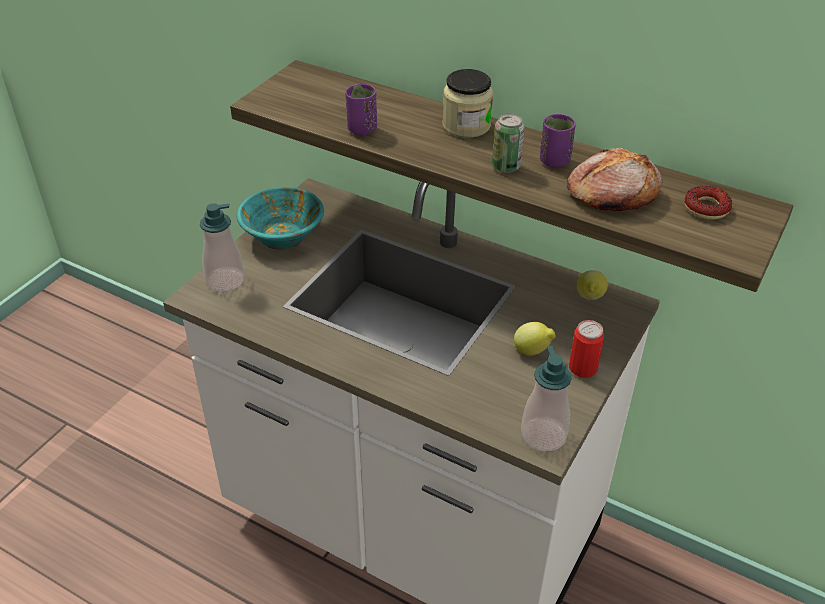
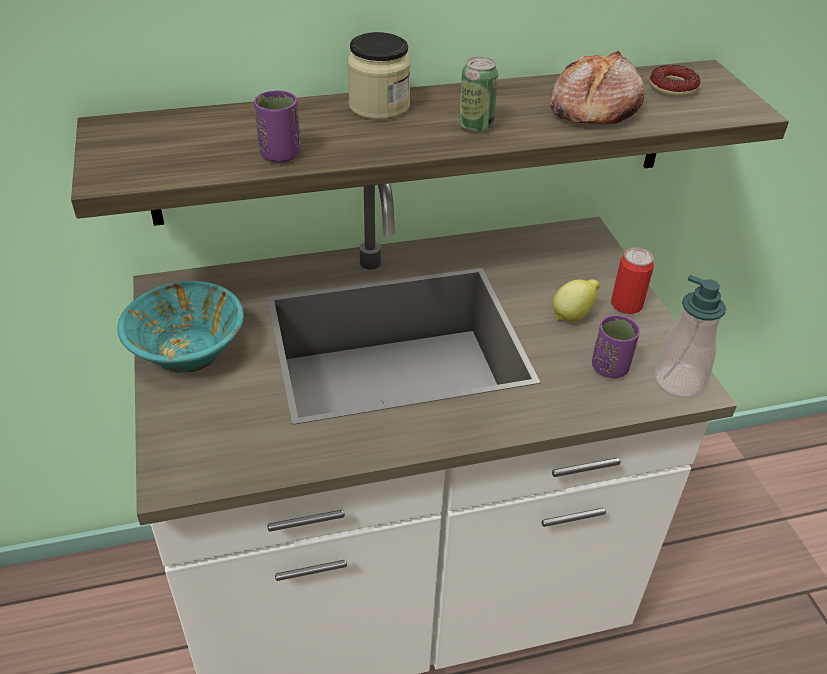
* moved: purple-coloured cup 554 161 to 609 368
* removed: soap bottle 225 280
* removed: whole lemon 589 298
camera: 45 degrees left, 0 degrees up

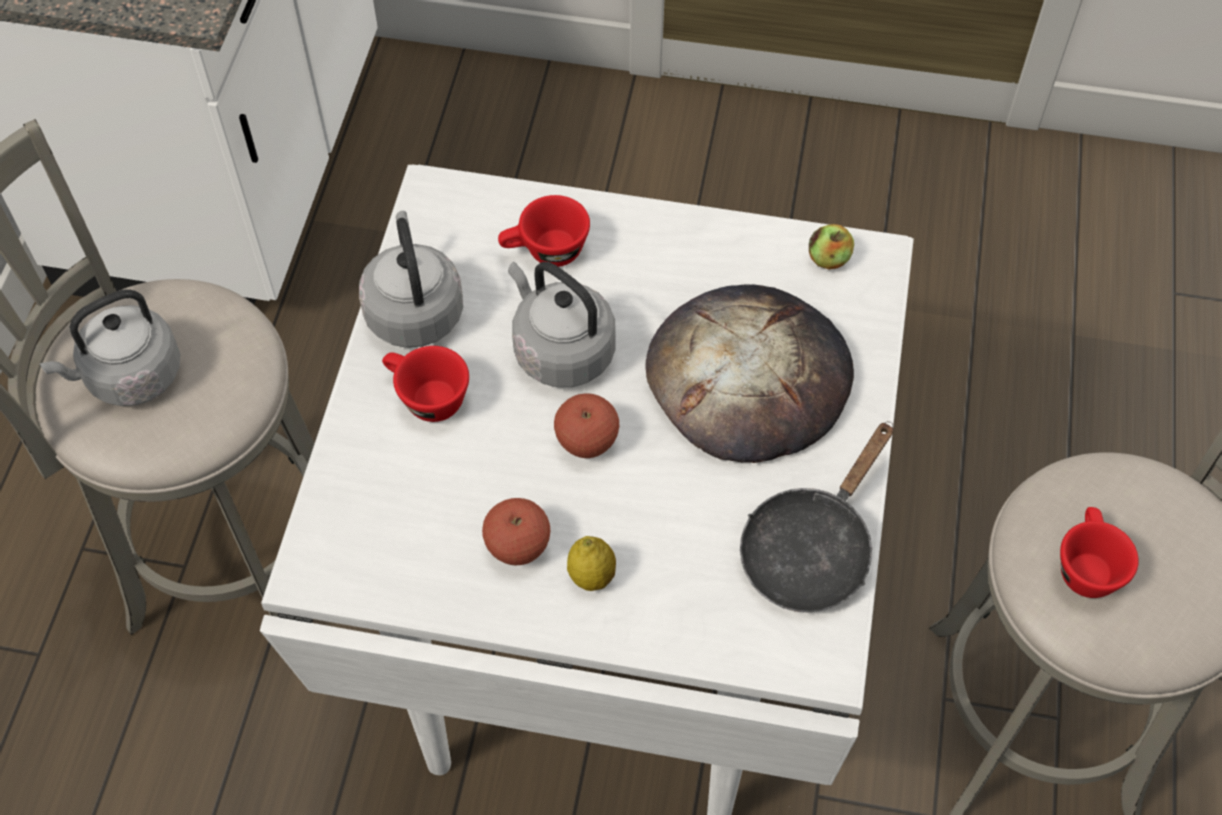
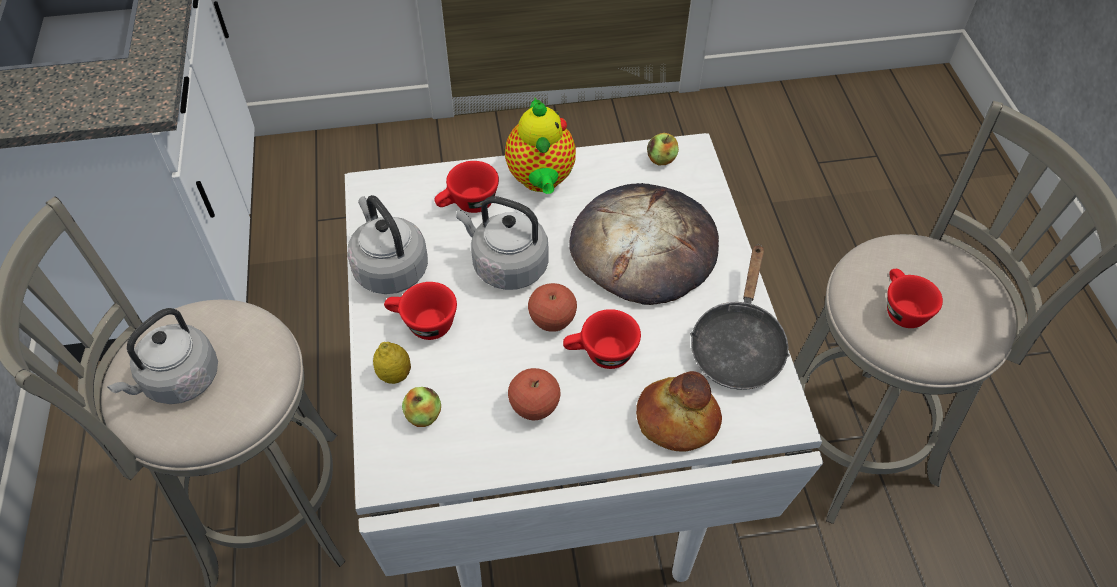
* moved: whole lemon 591 576 to 394 375
* added: apple fruit 423 415
* added: pot for tea 541 180
* added: reddish cup 600 355
* added: bakery bread 676 421
camera: 20 degrees left, 5 degrees down

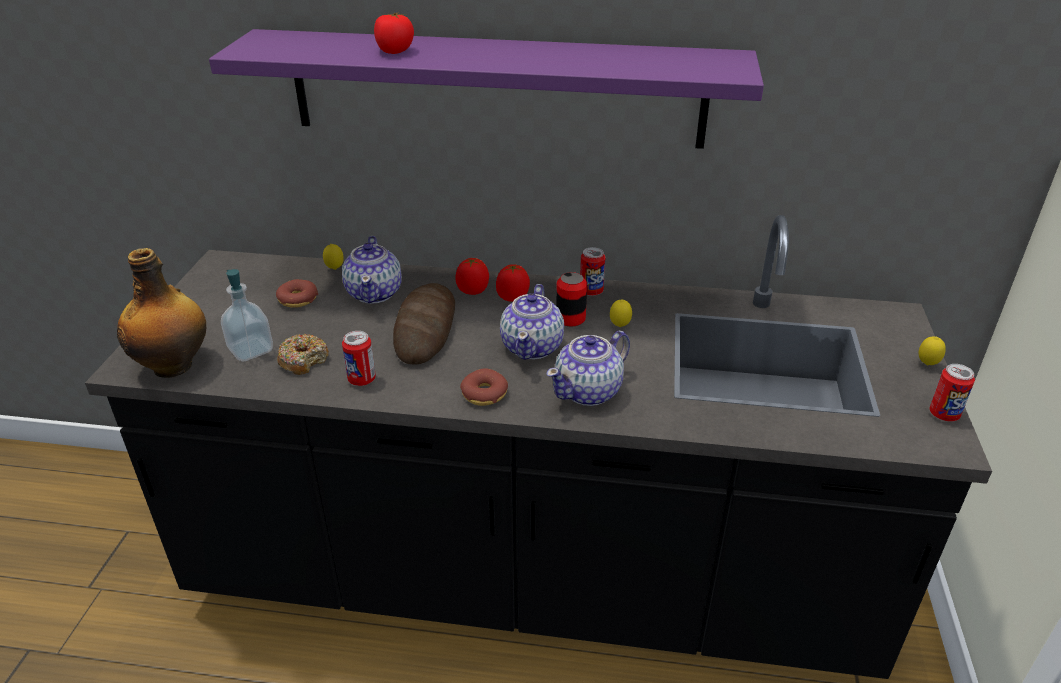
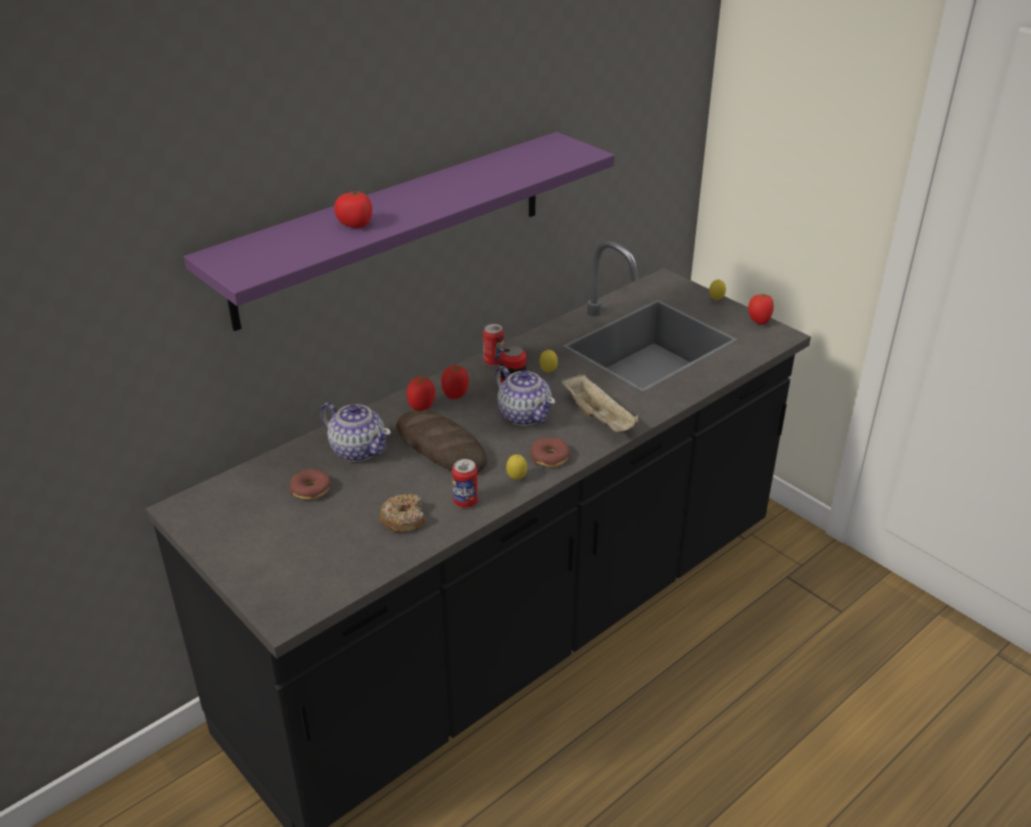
* moved: whole lemon 335 269 to 516 479
* replaced: pot for tea 589 391 to beige-coloured serving tray 599 417
* replaced: sealed can 944 414 to whole tomato 758 321
* removed: beverage bottle 174 366
* removed: soap bottle 251 350
camera: 50 degrees left, 0 degrees up

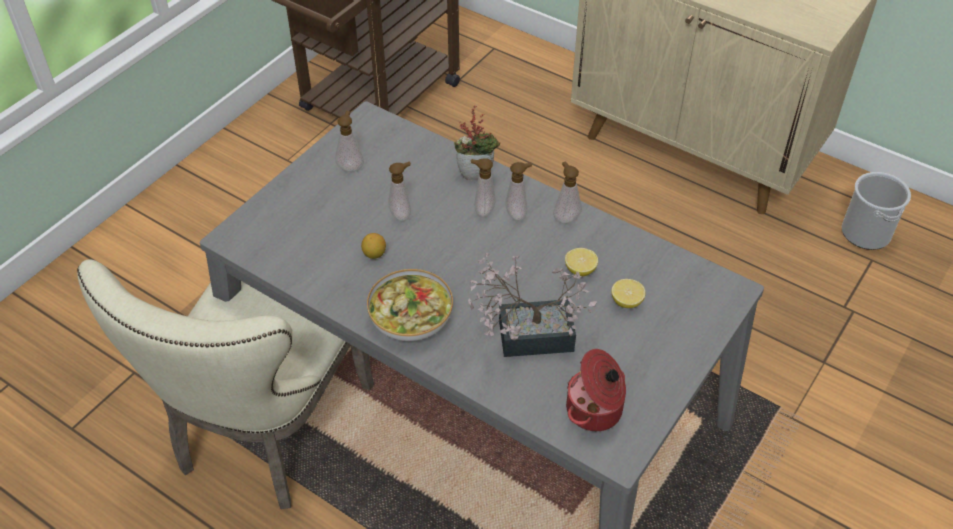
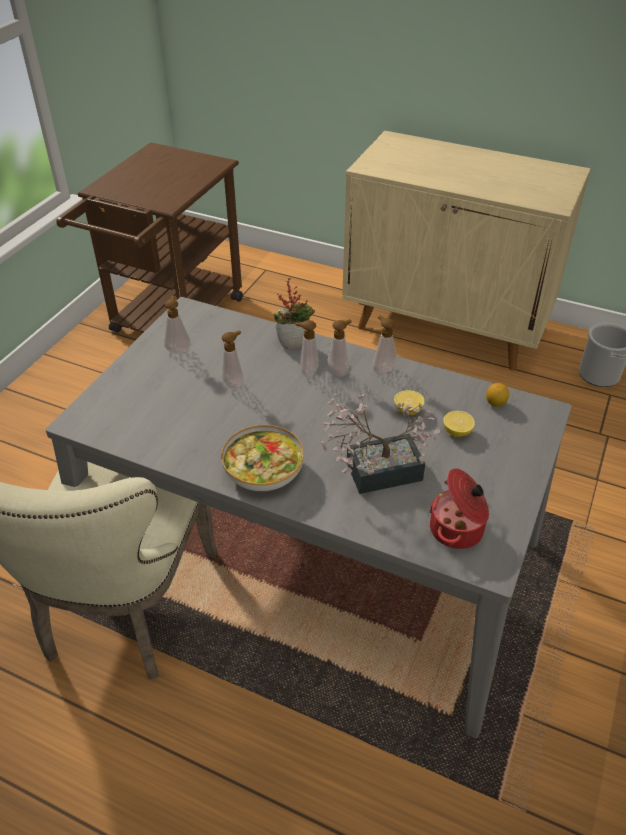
* moved: whole lemon 374 254 to 495 403
camera: 10 degrees left, 5 degrees down

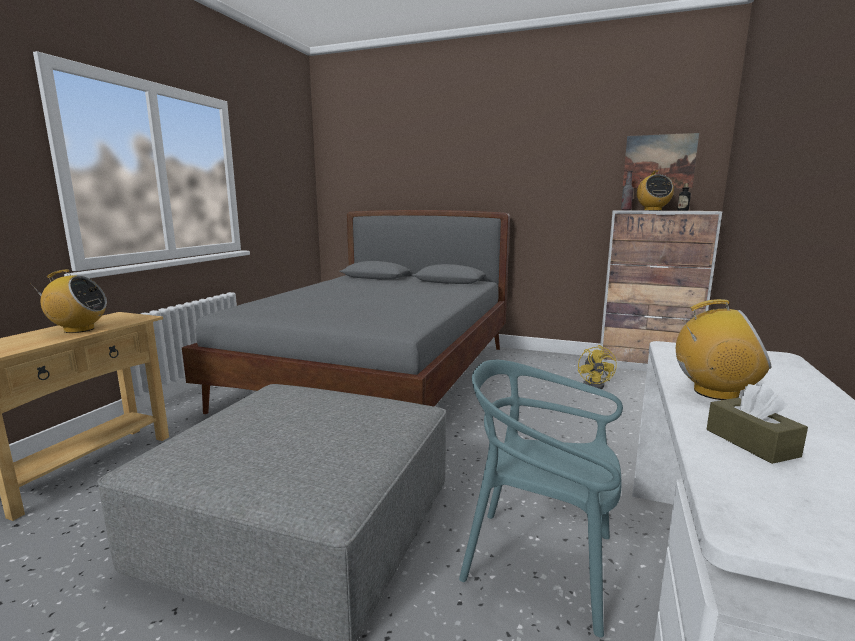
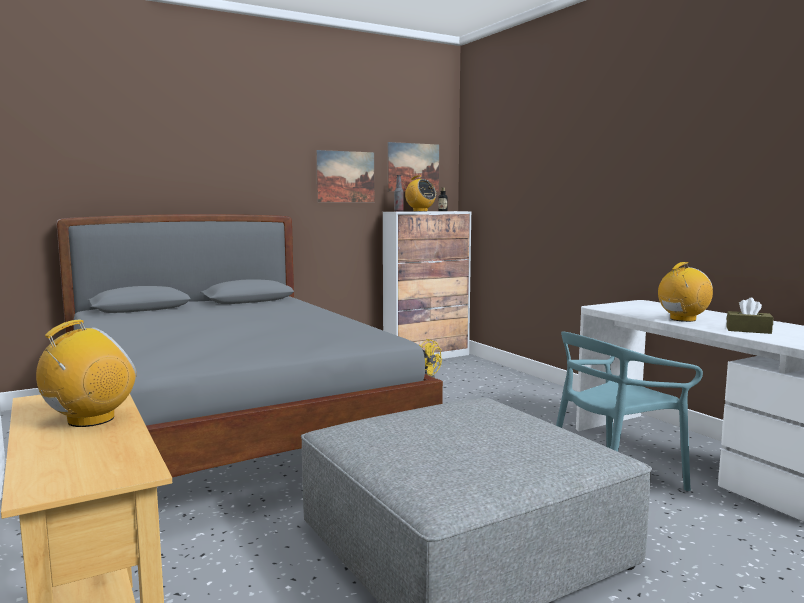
* added: wall art 345 176
camera: 50 degrees left, 5 degrees down

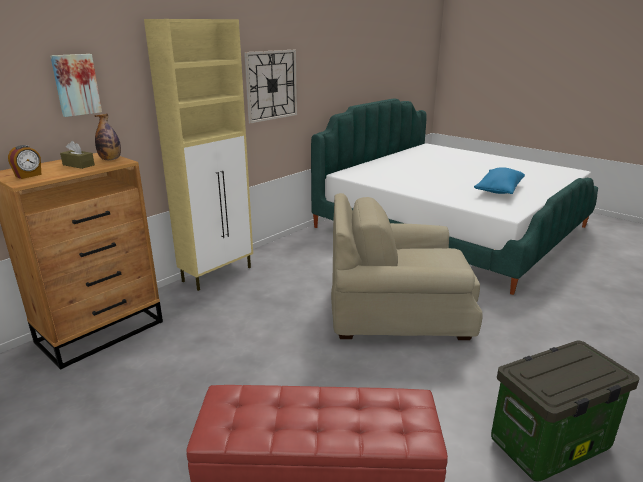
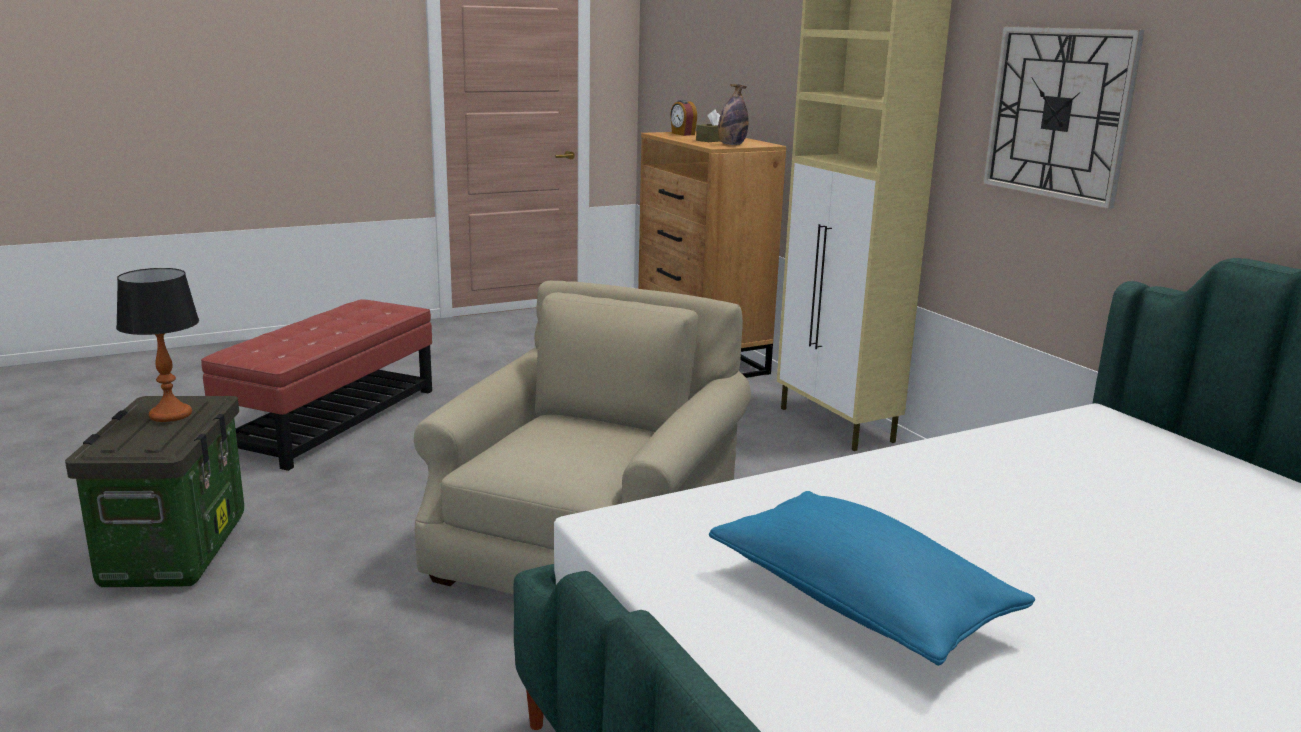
* added: lamp for a table 170 415
* removed: wall art 76 85
camera: 110 degrees right, 5 degrees down

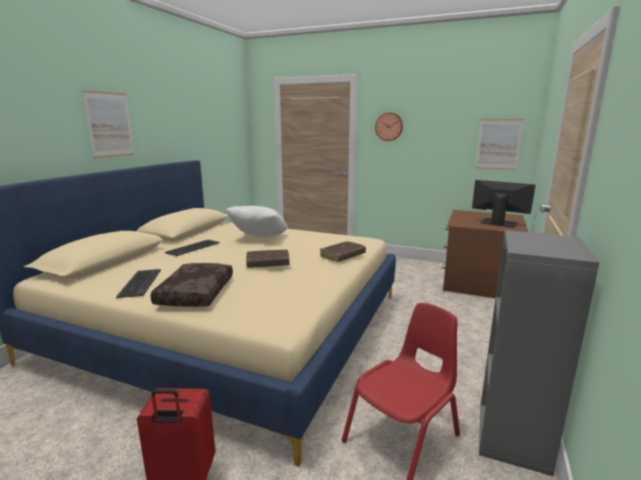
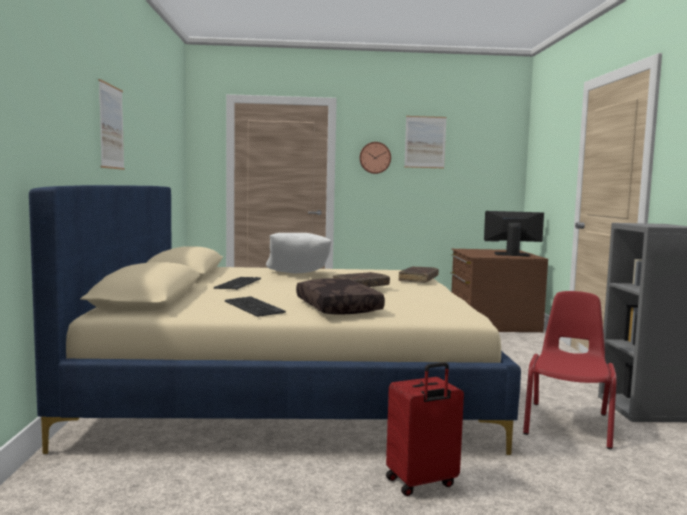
* moved: wall art 498 144 to 425 142
camera: 25 degrees left, 10 degrees down

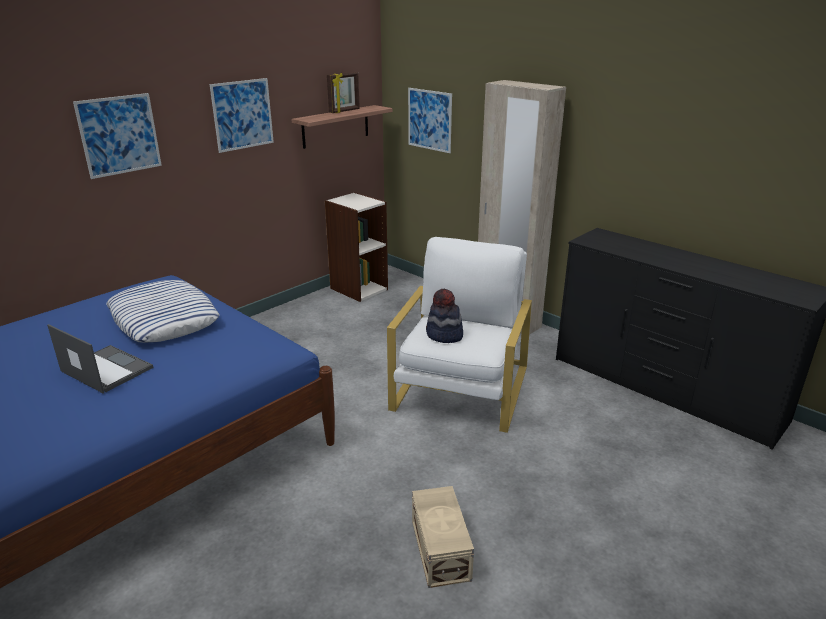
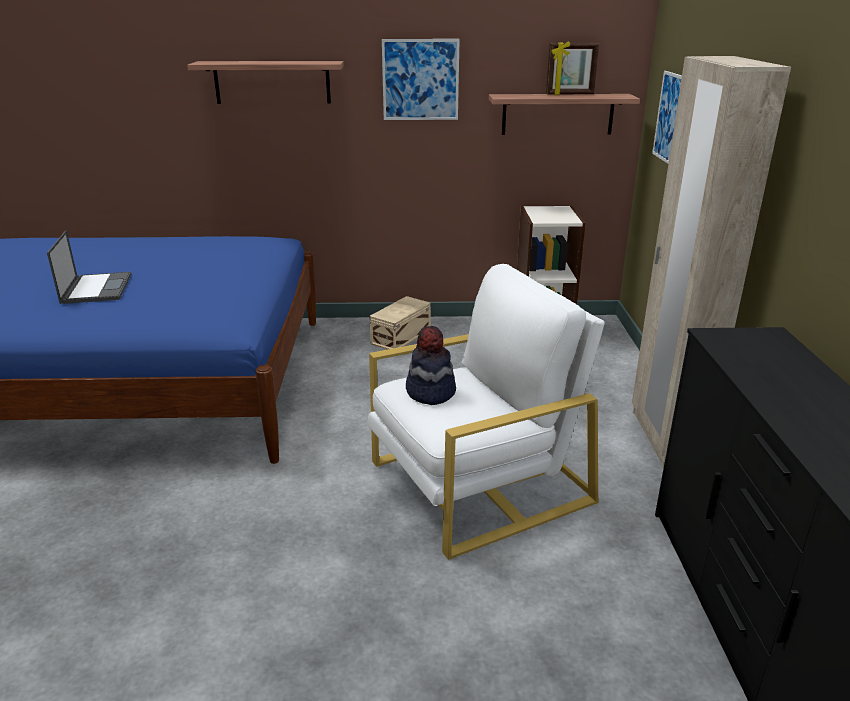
* replaced: wall art 119 135 to bracket shelf 272 82
* moved: beige-coloured storage box 441 548 to 402 336
* removed: pillow 163 319
camera: 45 degrees right, 0 degrees up

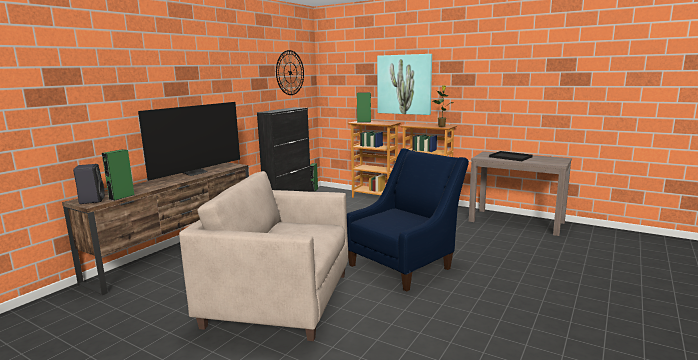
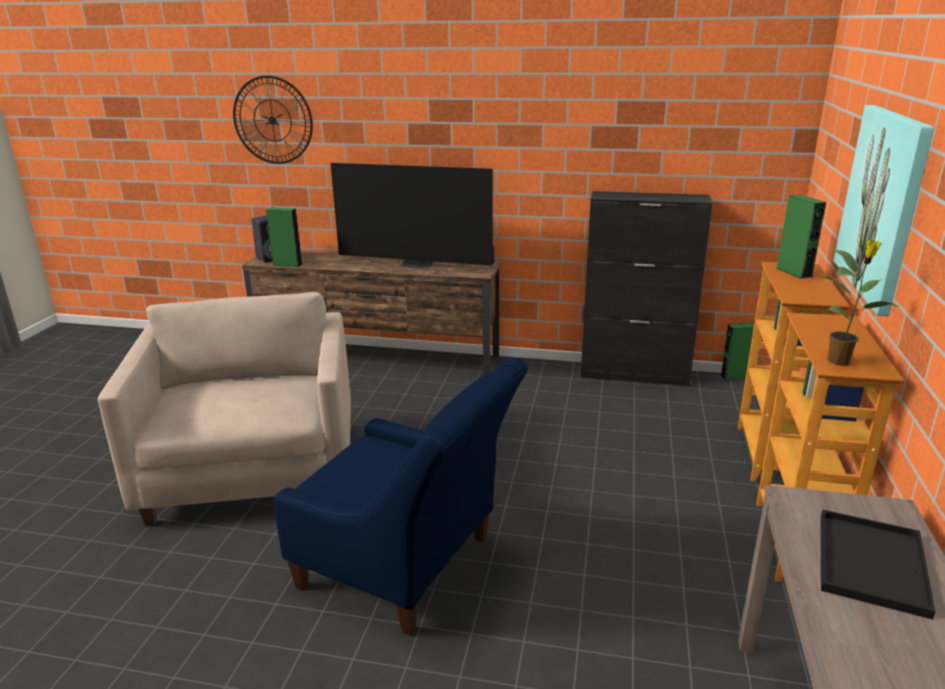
* moved: wall clock 290 72 to 272 120
camera: 70 degrees right, 10 degrees up

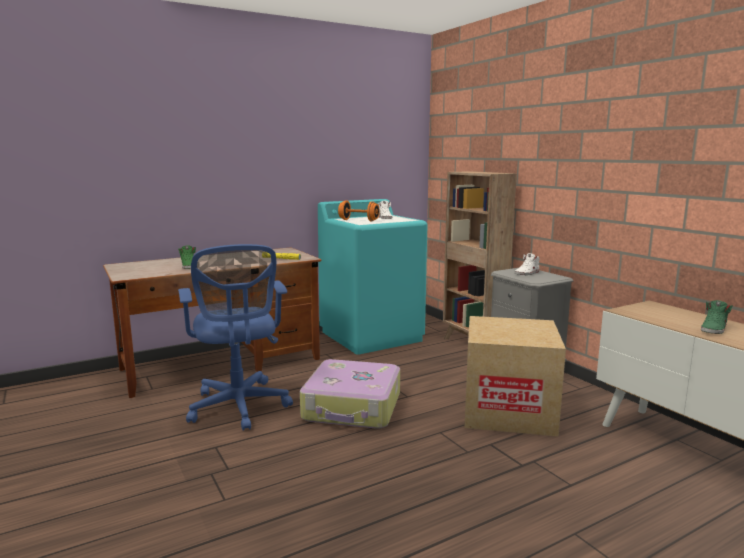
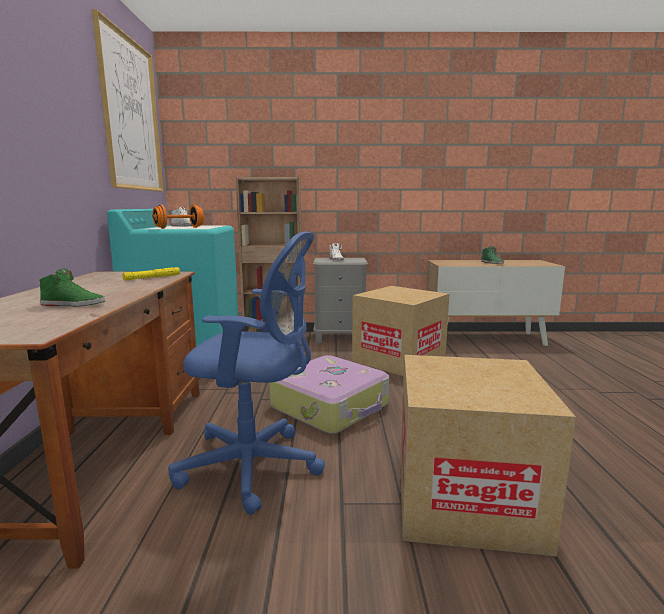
* added: wall art 131 115
* added: packing box 465 499
camera: 60 degrees left, 0 degrees up

